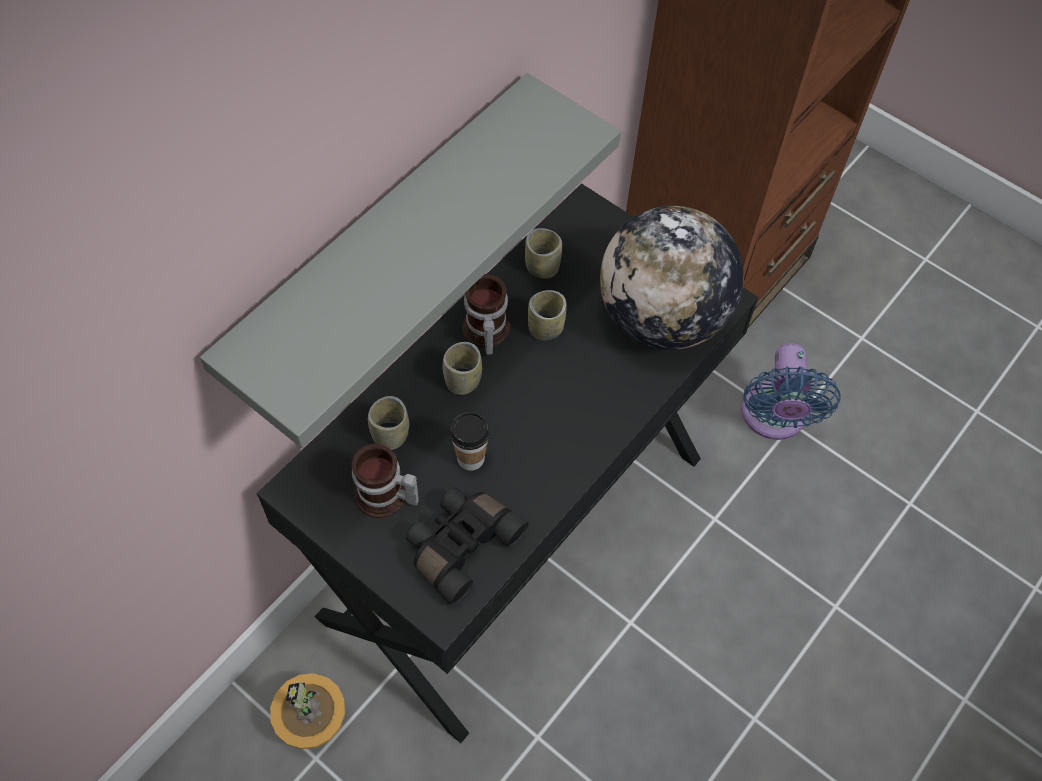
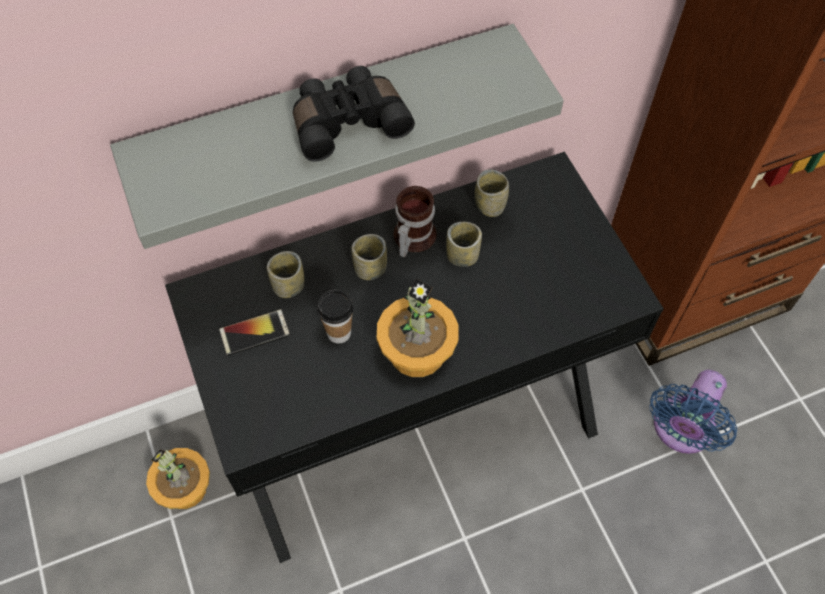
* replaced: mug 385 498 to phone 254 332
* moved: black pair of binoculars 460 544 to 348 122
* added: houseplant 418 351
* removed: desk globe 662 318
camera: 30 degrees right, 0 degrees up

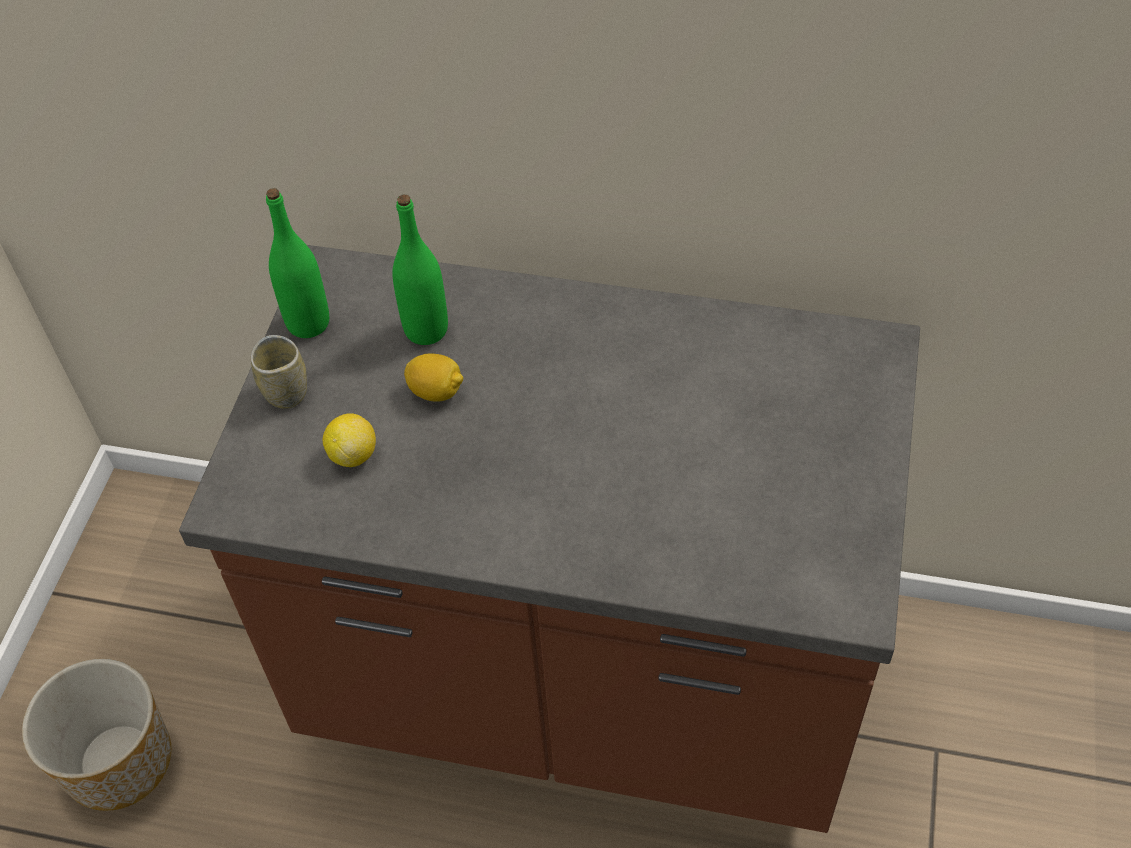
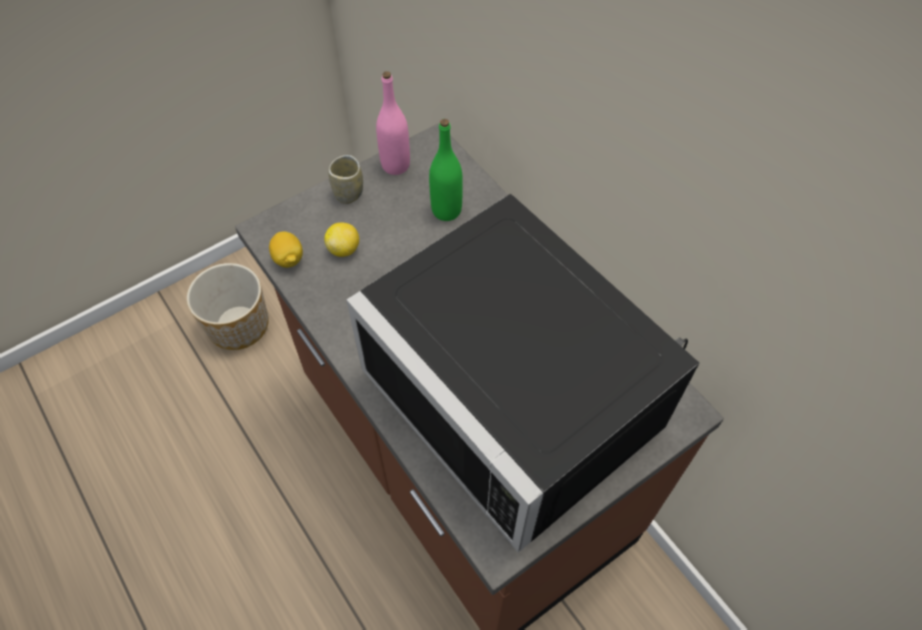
* moved: whole lemon 436 391 to 288 259
* added: black microwave oven 527 391
* recoloured: greenish beverage bottle 308 323 to pink beverage bottle 395 165
camera: 40 degrees right, 5 degrees up

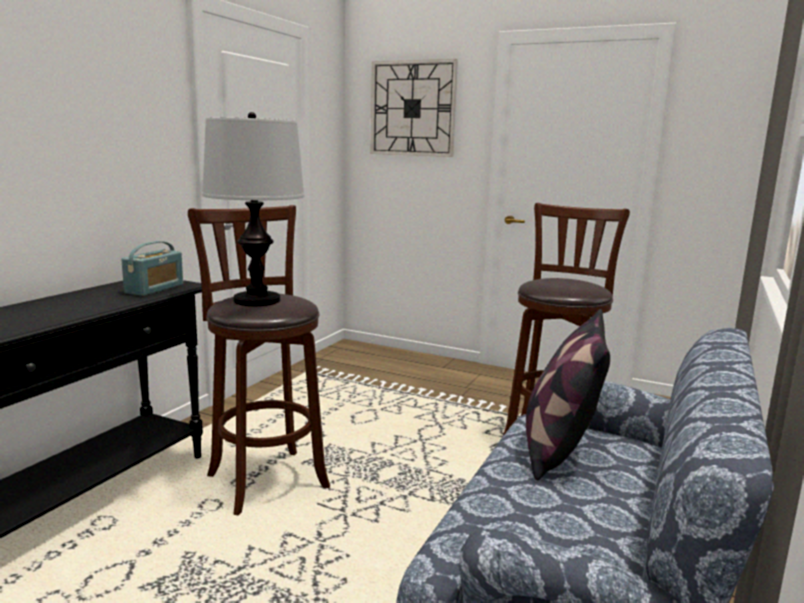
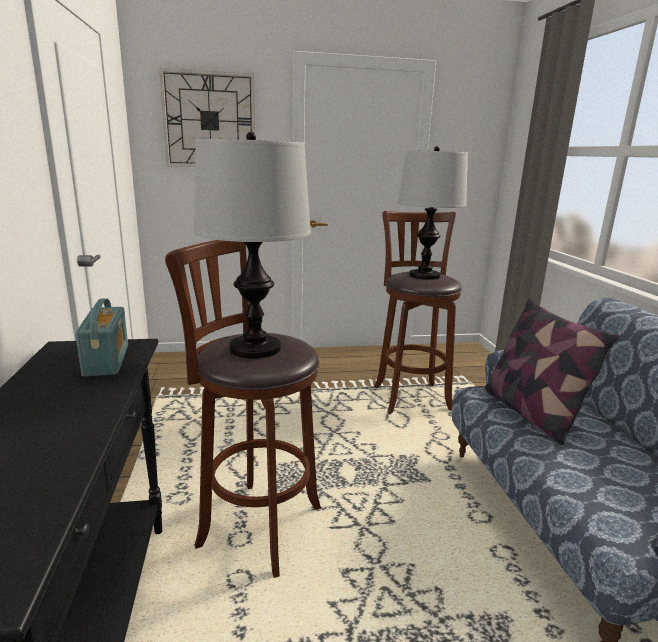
* added: lamp for a table 424 275
camera: 35 degrees left, 5 degrees up

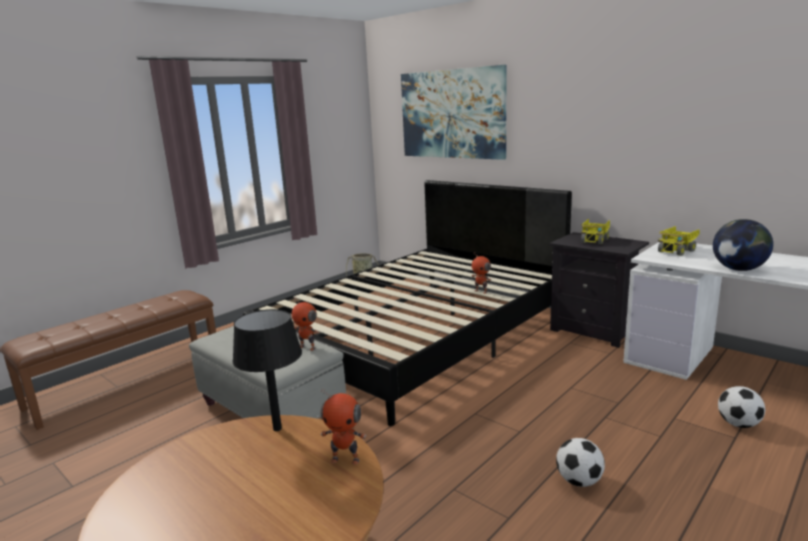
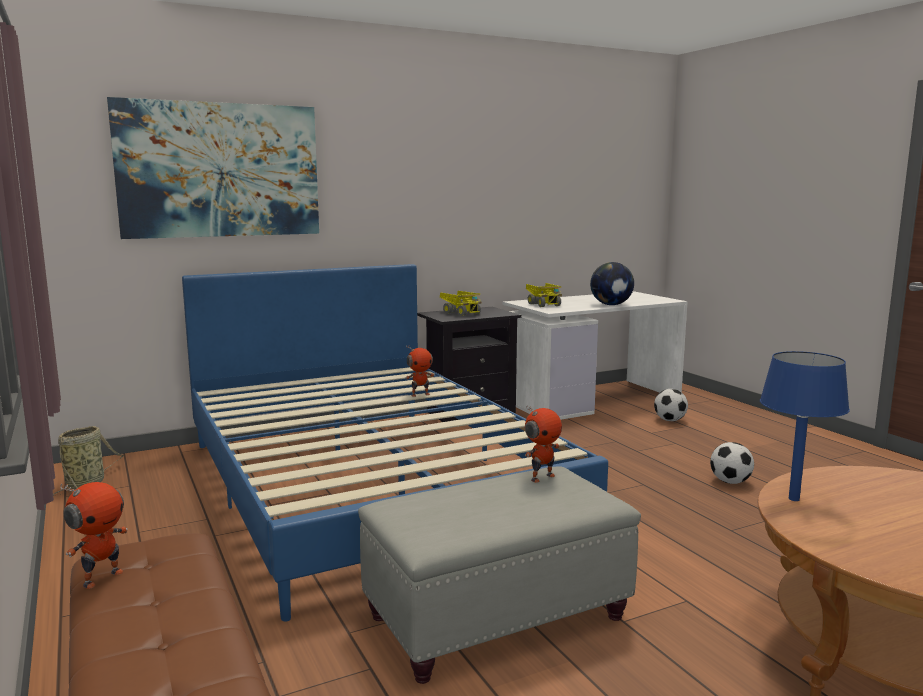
* moved: model robot 345 459 to 102 578
* recoloured: black bedroom bed 418 335 to bluish bedroom bed 368 485
* recoloured: black lamp for a table 277 428 to bluish lamp for a table 793 499
camera: 70 degrees left, 5 degrees down

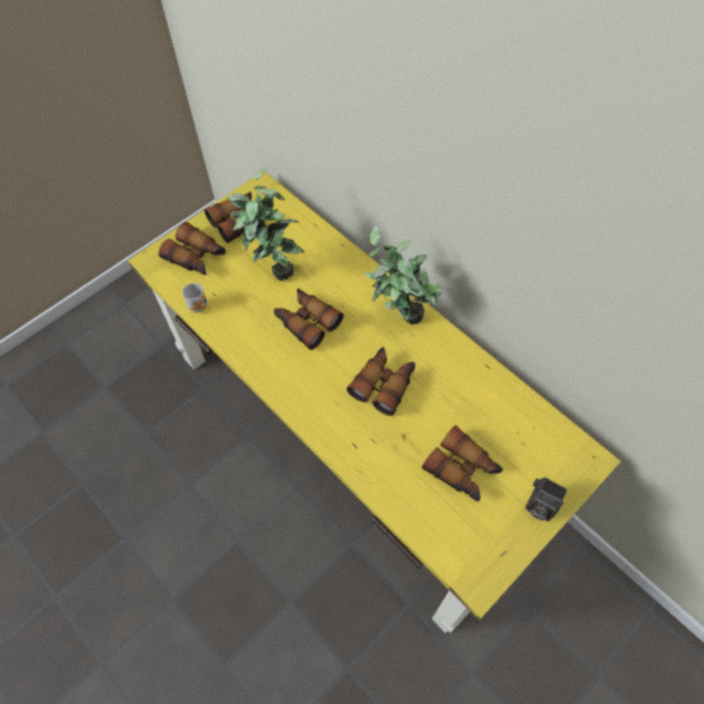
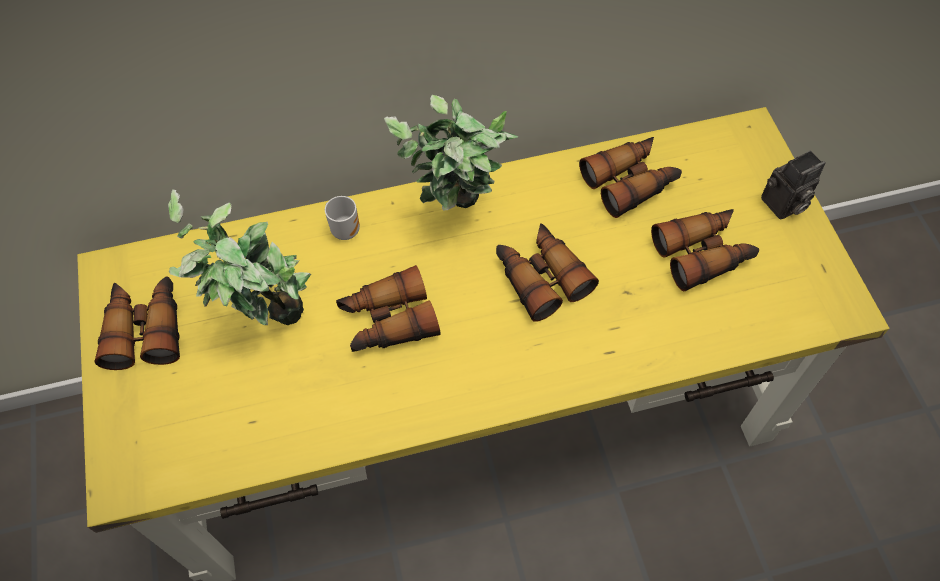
* moved: mug 199 305 to 345 229
* moved: pair of binoculars 197 257 to 630 182
camera: 60 degrees left, 0 degrees up

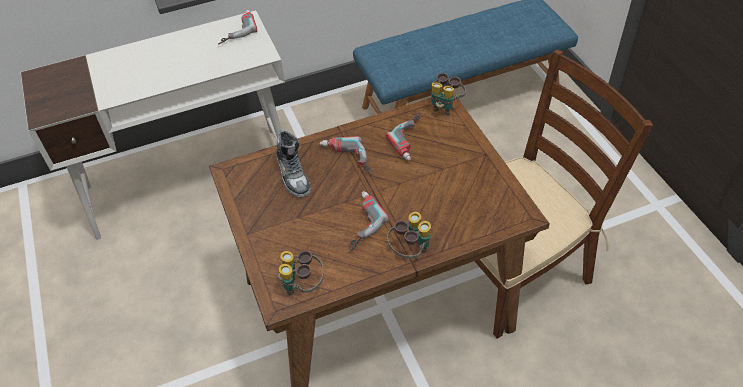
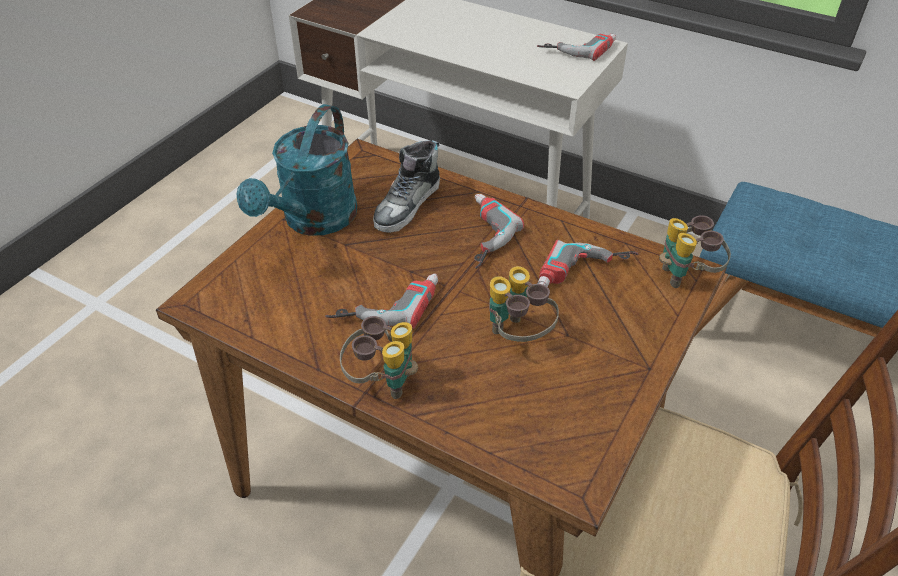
* added: blue-green sprinkling can 313 221
* moved: pair of binoculars 302 286 to 518 336
camera: 50 degrees right, 5 degrees down

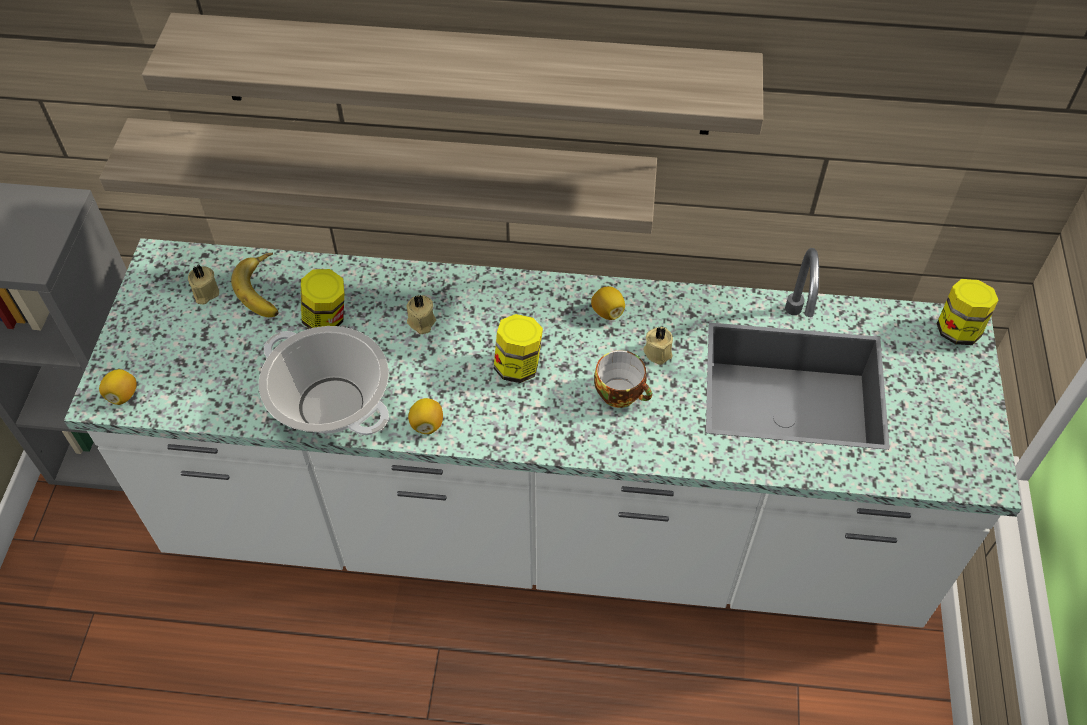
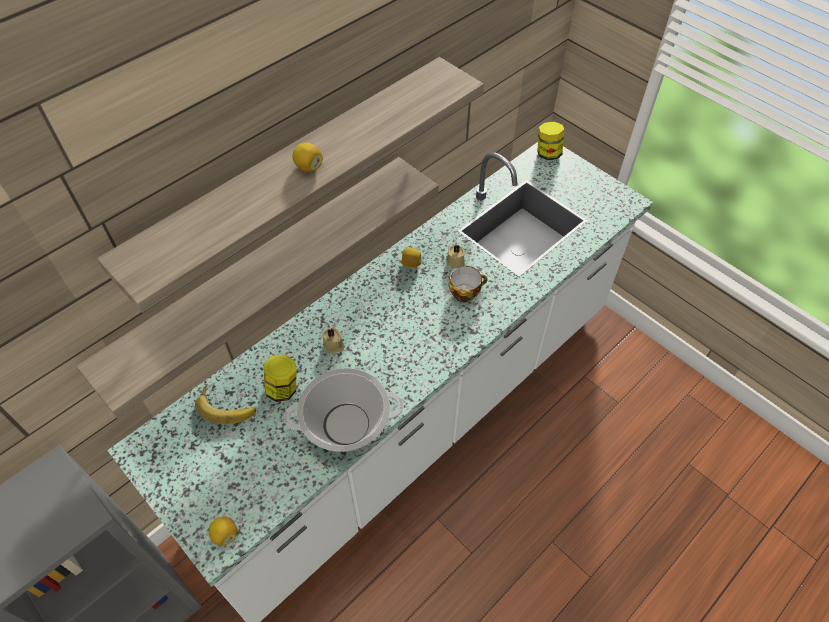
* moved: whole lemon 427 424 to 308 167
* removed: beige-coloured candle 205 293
* removed: storage jar 518 366
camera: 50 degrees left, 0 degrees up

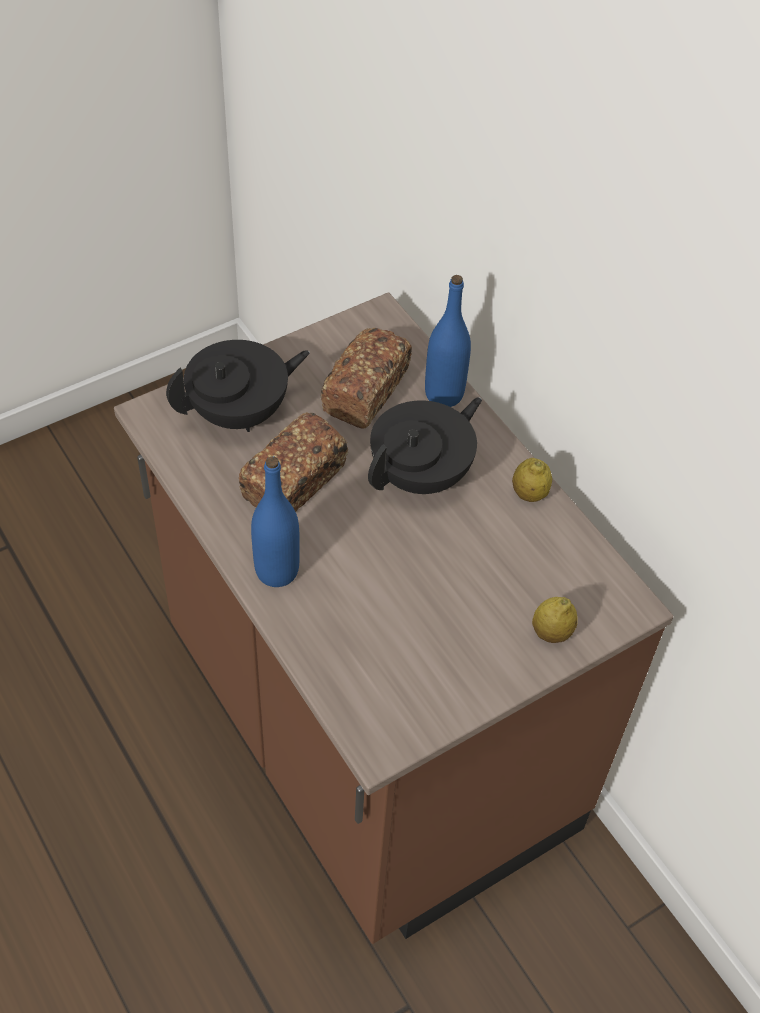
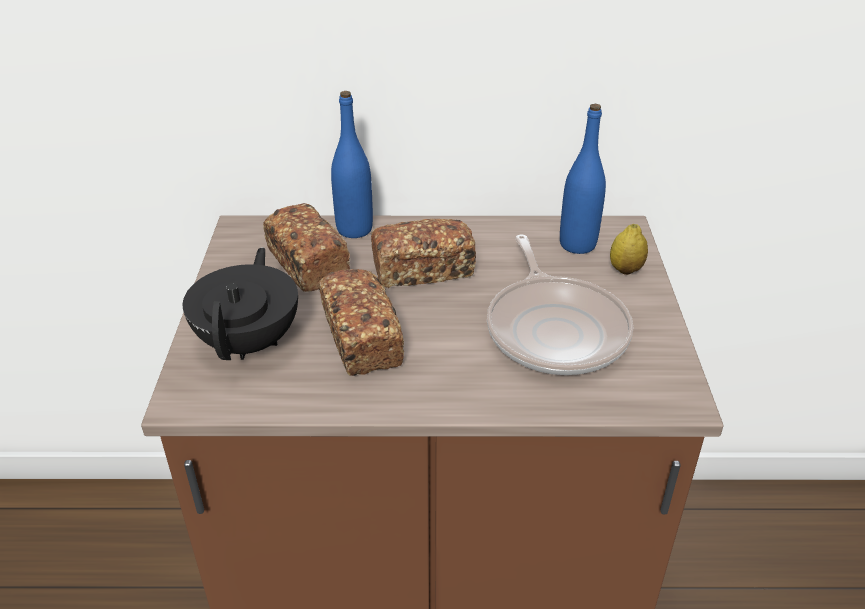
* replaced: black pot for tea 422 475 to bakery bread 423 270
* added: skillet 555 329
* moved: bluish beverage bottle 277 571 to 577 244
* removed: whole lemon 529 494
camera: 55 degrees left, 15 degrees down

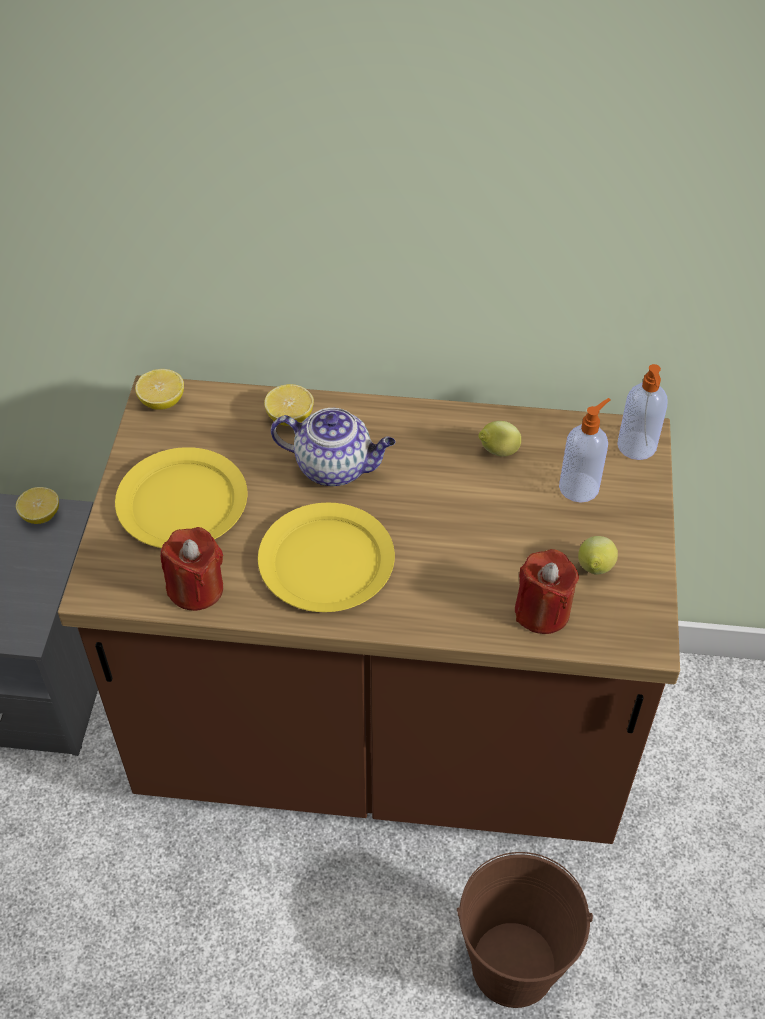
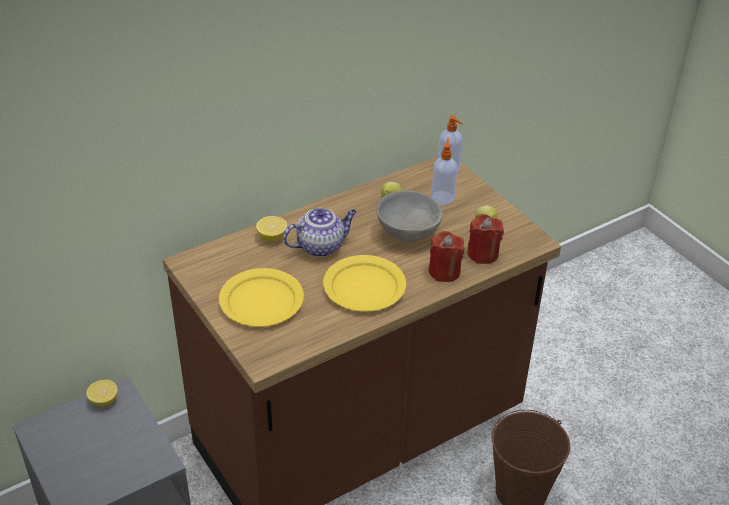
* added: greyish serving bowl 408 232
* moved: reddish candle 196 588 to 444 271
* removed: whole lemon 162 402
camera: 40 degrees left, 10 degrees down

